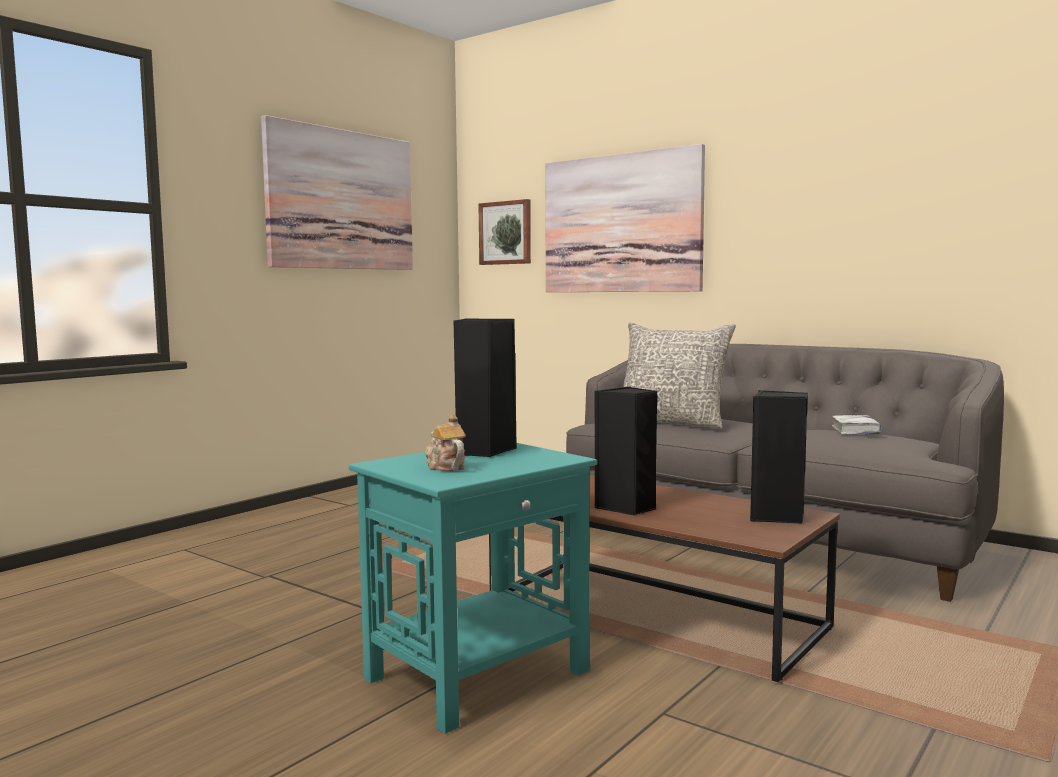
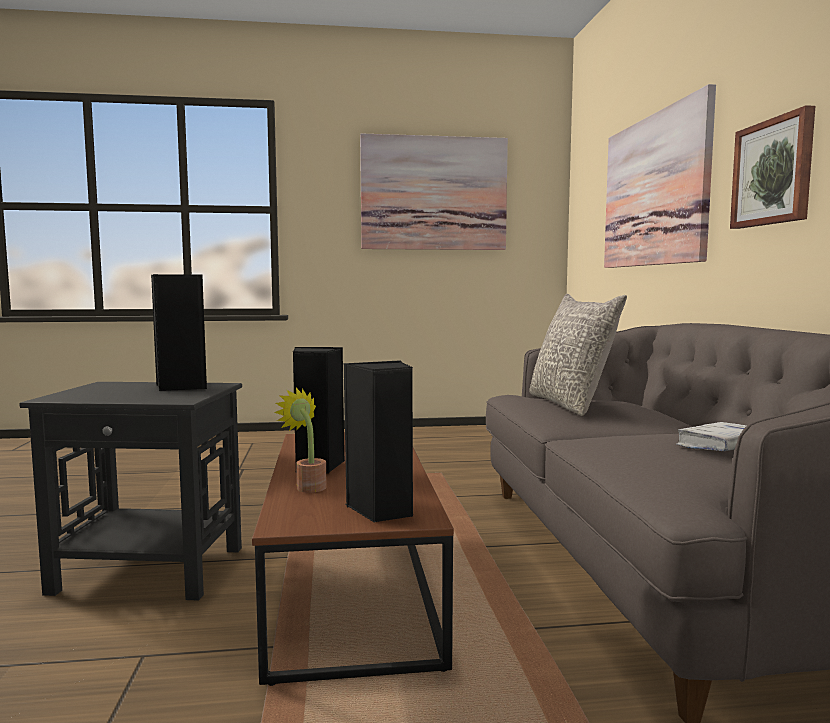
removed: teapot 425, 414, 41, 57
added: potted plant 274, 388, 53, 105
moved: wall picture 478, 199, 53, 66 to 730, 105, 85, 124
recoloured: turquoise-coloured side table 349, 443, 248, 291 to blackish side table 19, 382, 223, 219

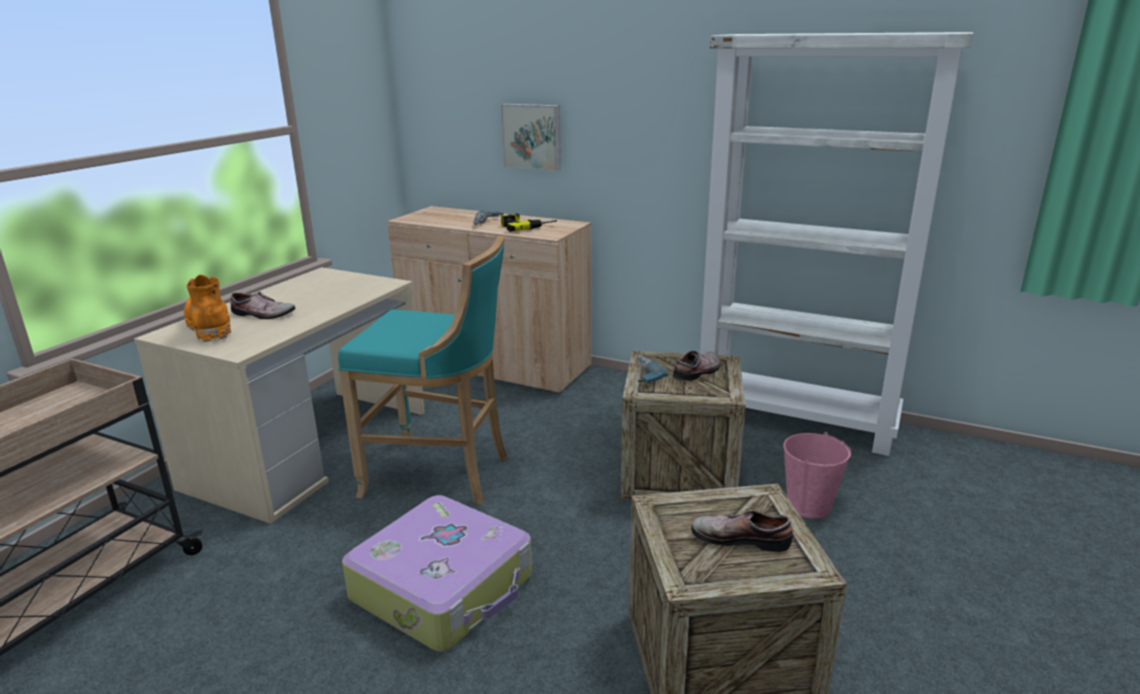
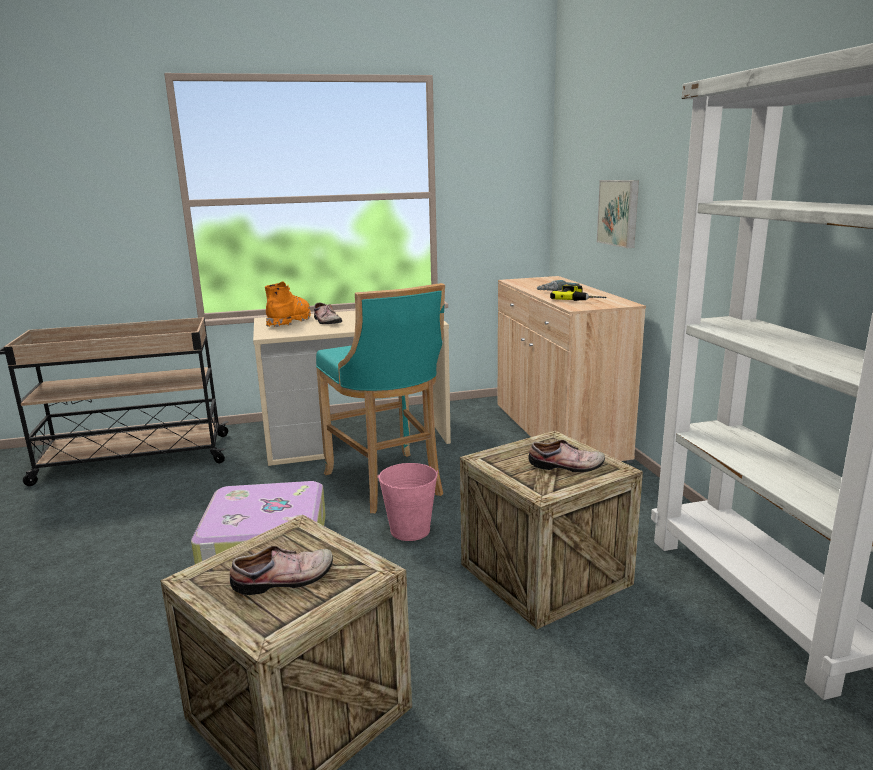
removed: drill 637, 355, 31, 29
moved: pink-coloured bucket 783, 432, 68, 87 to 378, 463, 60, 78
turned: low shoe 691, 510, 102, 42 = 230, 545, 103, 50 90 degrees clockwise

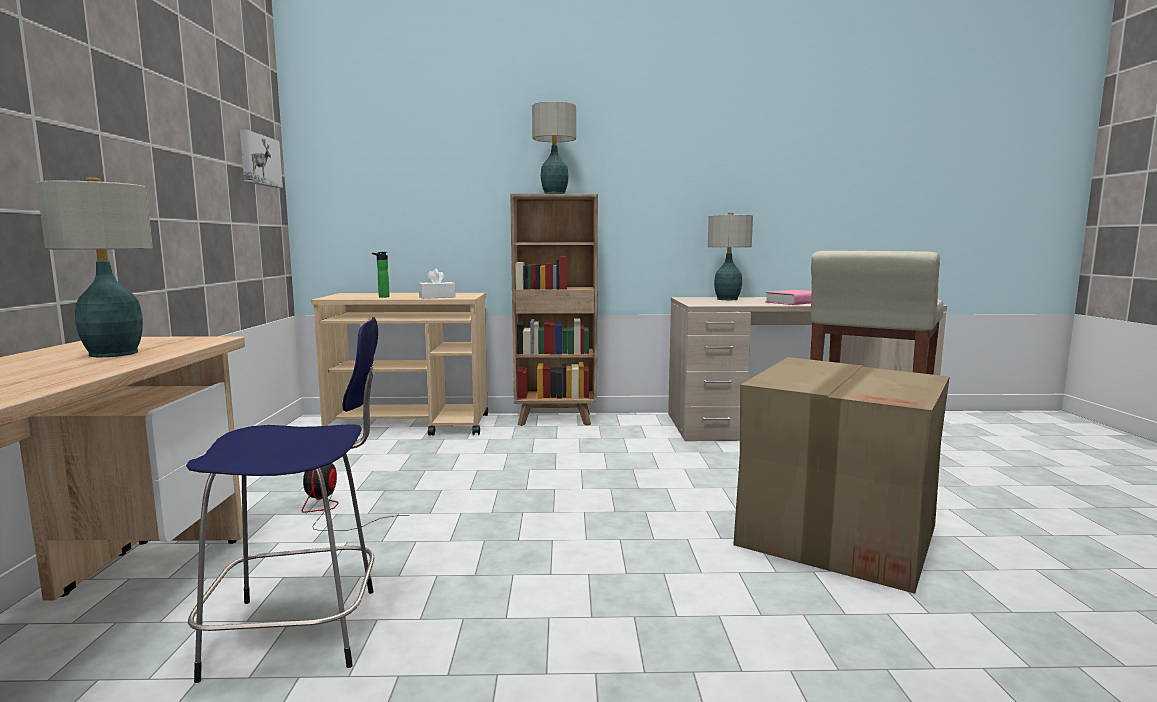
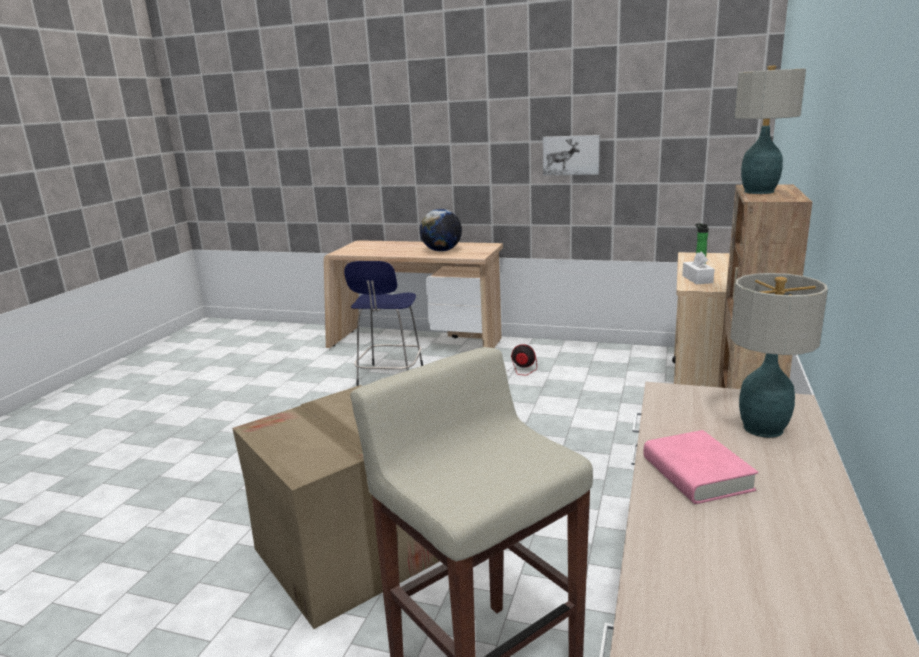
moved: wall picture 240, 130, 43, 58 to 543, 135, 57, 40
replaced: table lamp 36, 178, 117, 179 to globe 420, 209, 42, 43

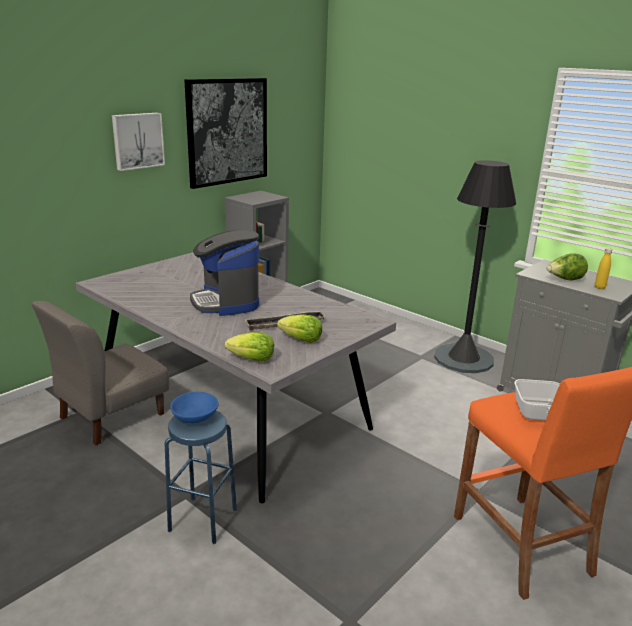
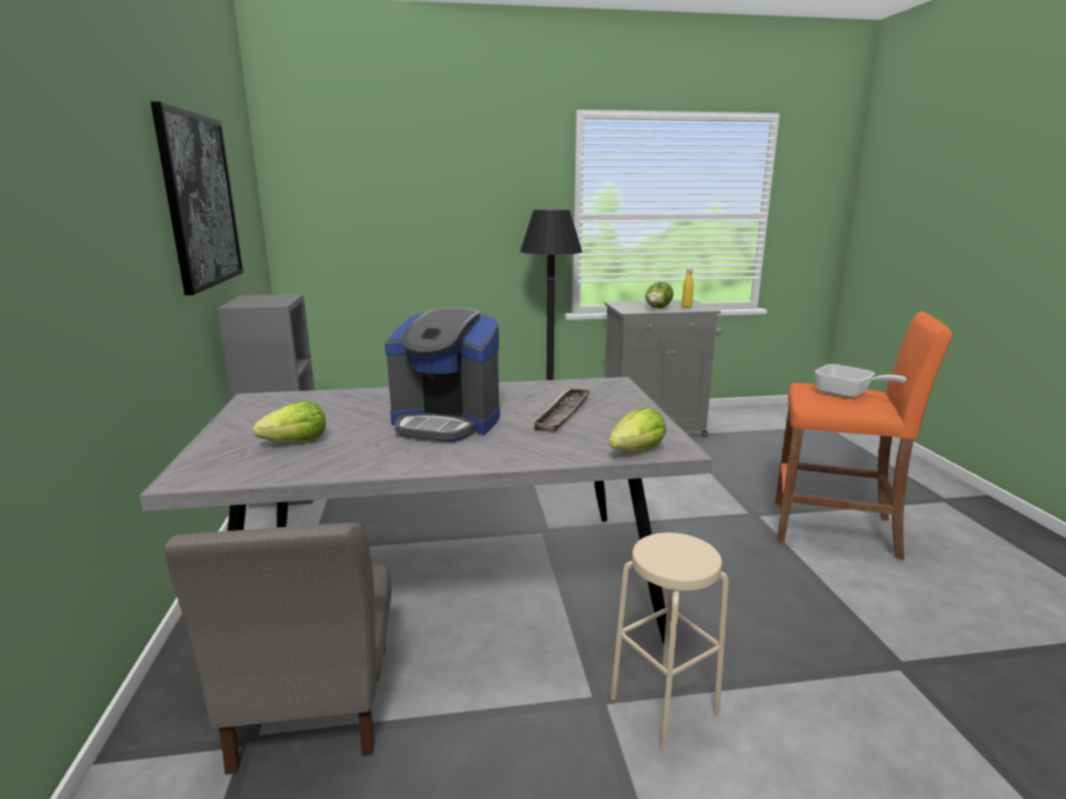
removed: wall picture 112, 113, 53, 58; blue deep dish 170, 392, 49, 31
moved: head of lettuce 277, 314, 45, 29 to 253, 401, 73, 41
recoloured: blue stool 165, 411, 72, 133 to beige-coloured stool 611, 533, 117, 217

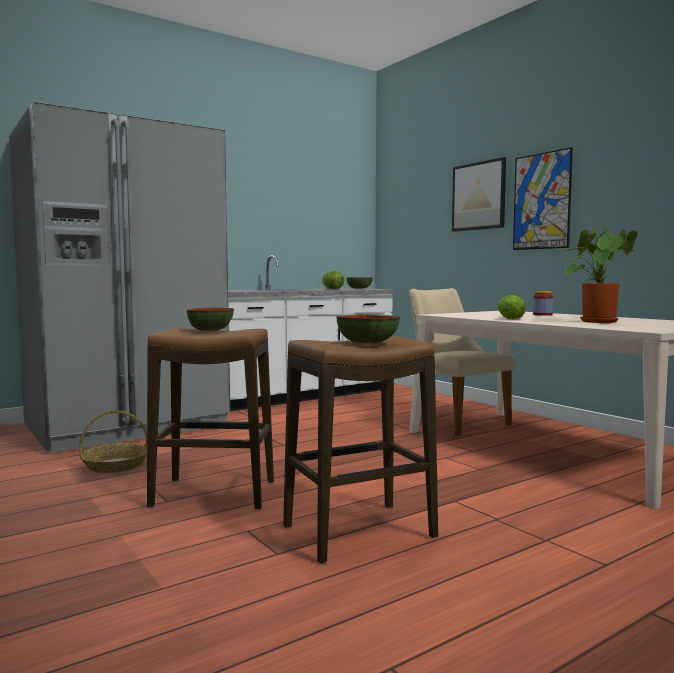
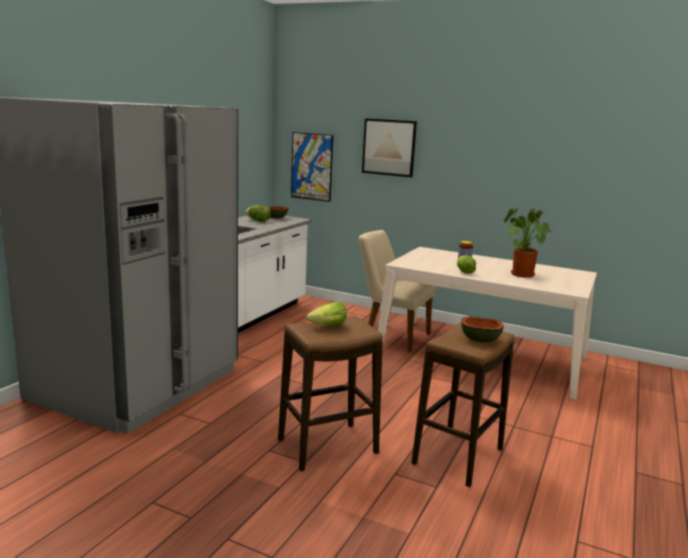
removed: storage basket 79, 410, 68, 63
moved: wall picture 513, 147, 60, 103 to 291, 132, 42, 70
replaced: deep dish 187, 308, 47, 23 to head of lettuce 306, 302, 41, 23

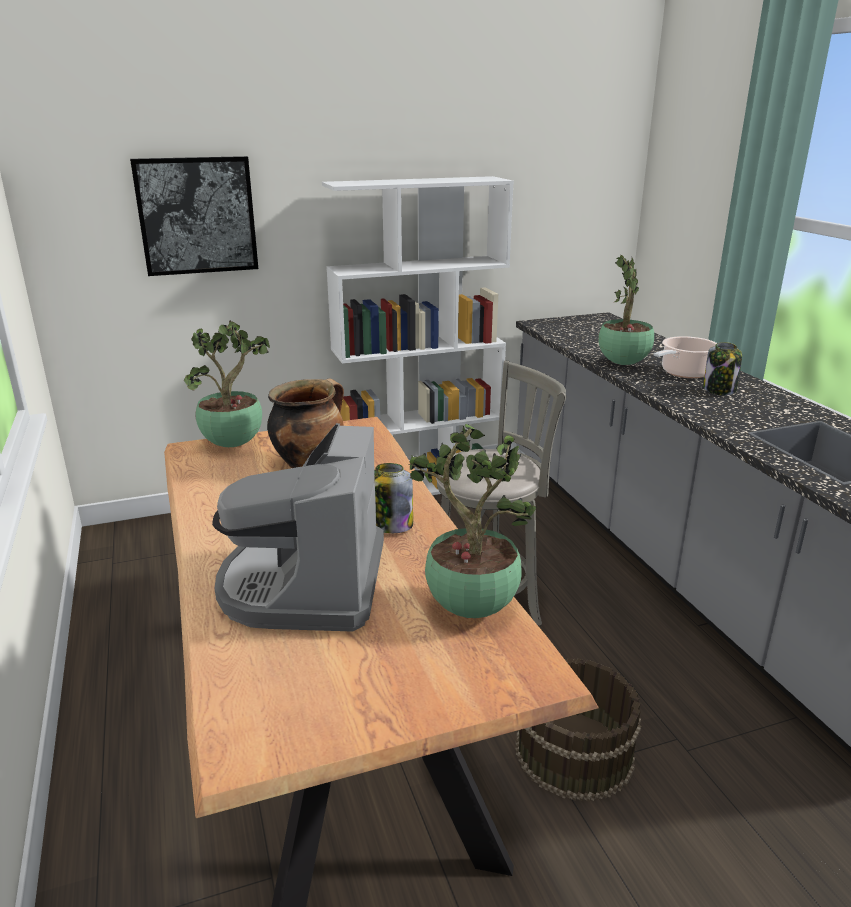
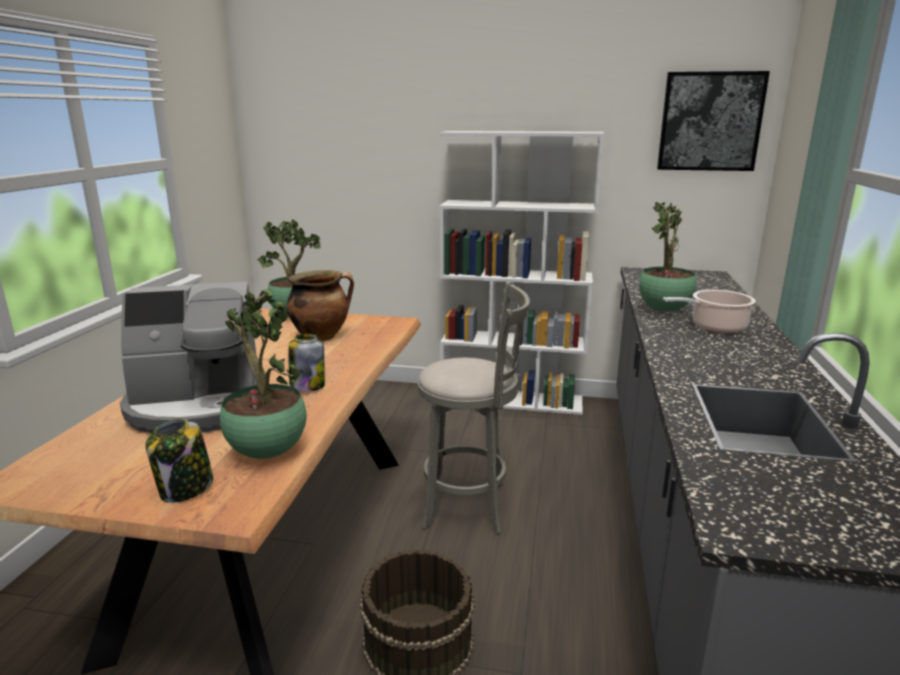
moved: wall picture 130, 156, 128, 120 to 657, 71, 113, 100; storage jar 703, 342, 39, 54 to 145, 418, 69, 85
turned: coffee maker 212, 423, 172, 209 = 120, 282, 137, 151 135 degrees counterclockwise

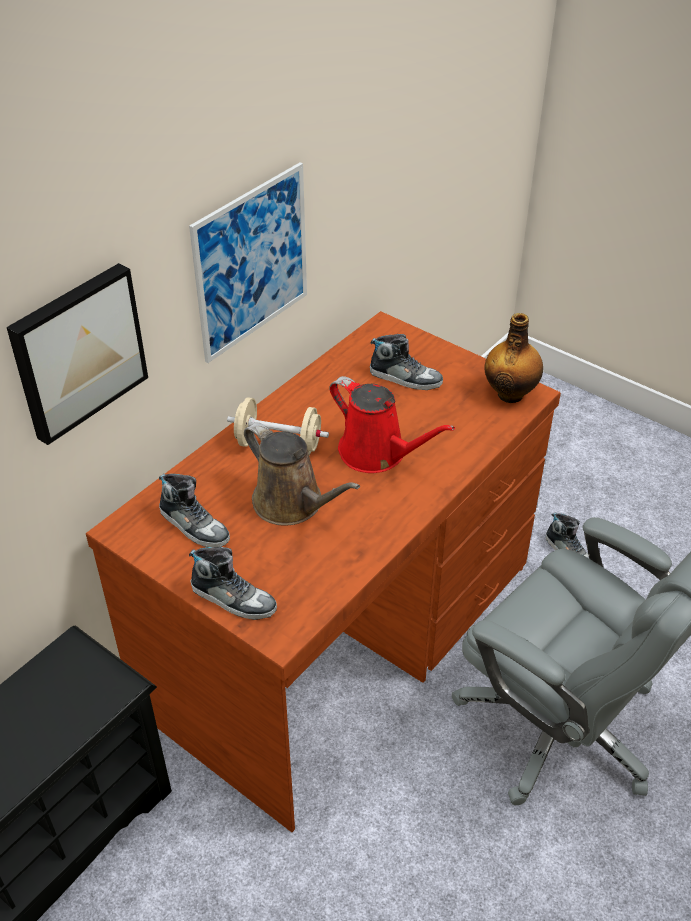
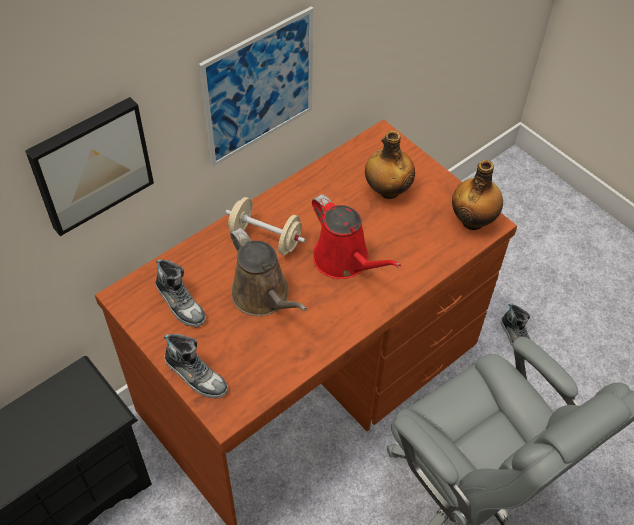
replaced: low shoe 370, 334, 73, 56 to bottle 365, 131, 50, 68

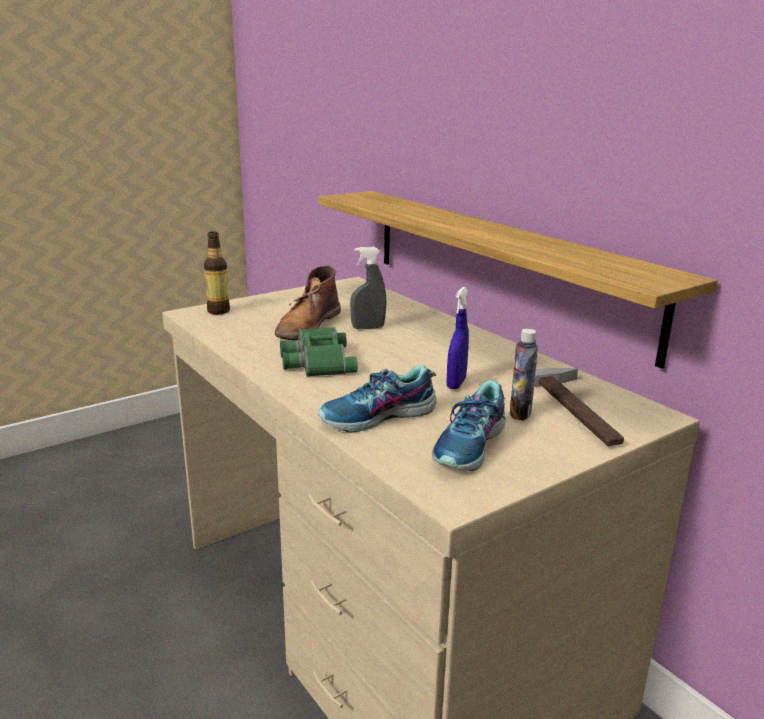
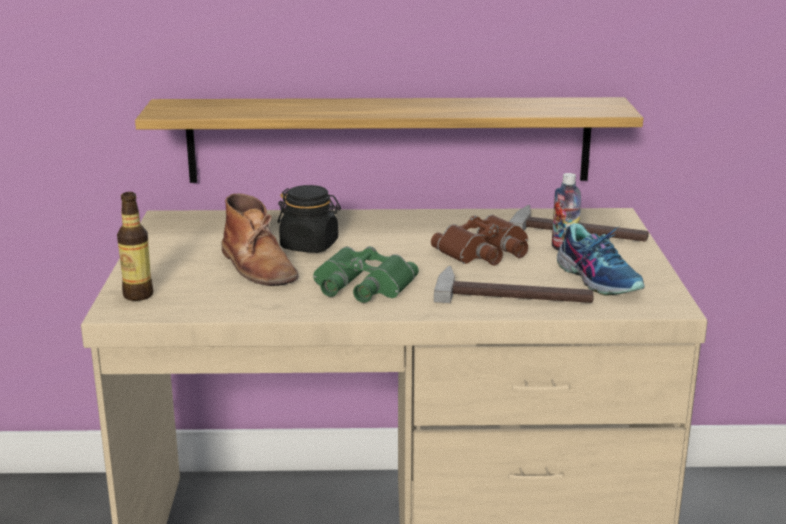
replaced: grey sprayer 350, 247, 37, 82 to blackish storage jar 277, 185, 64, 68; blue sprayer 447, 287, 22, 102 to brown-coloured field glasses 431, 215, 97, 50; low shoe 318, 365, 119, 68 to tool hammer 434, 266, 160, 37

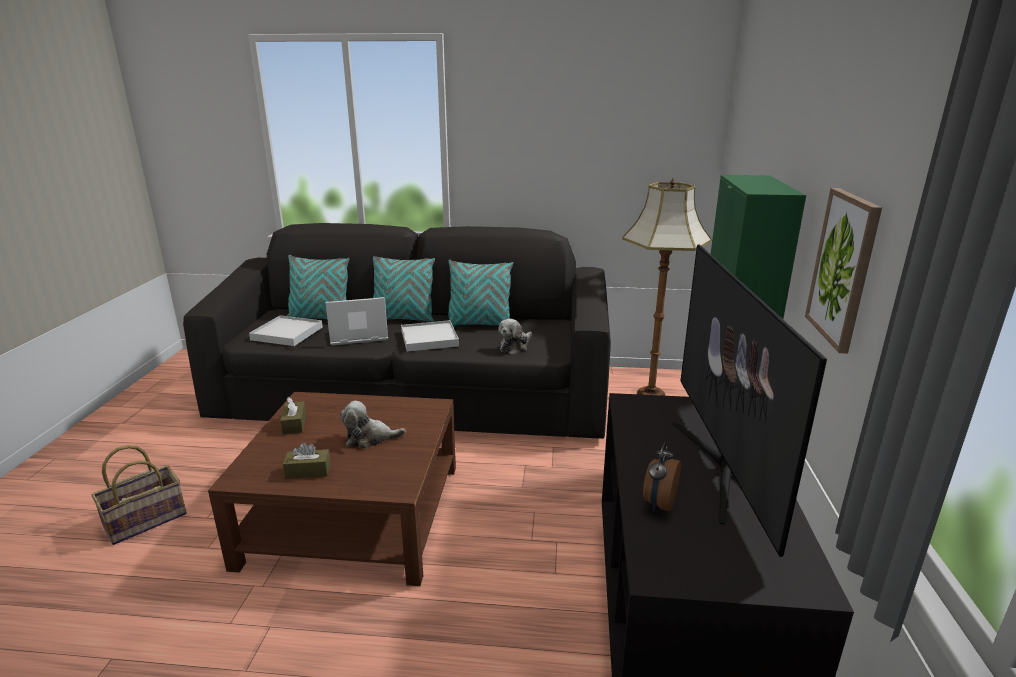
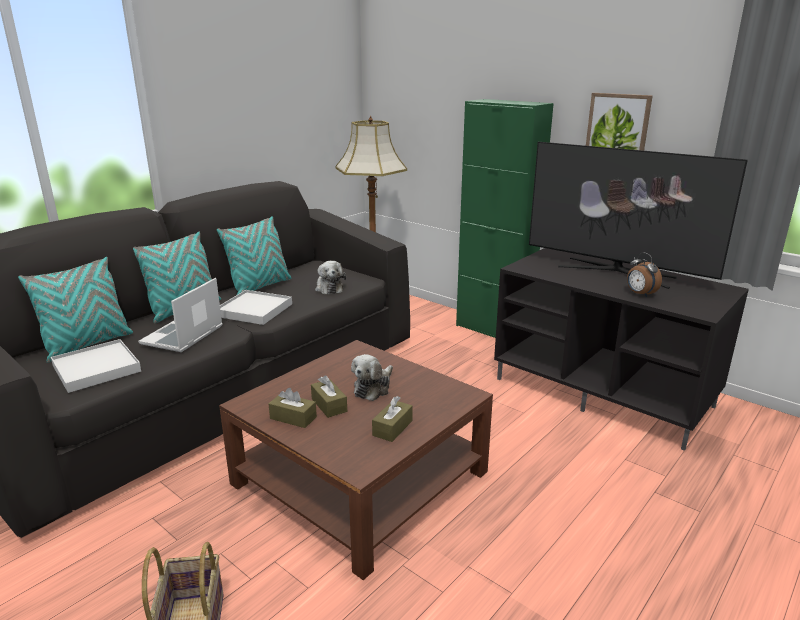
added: brown-coloured tissue holder 311, 375, 36, 43

